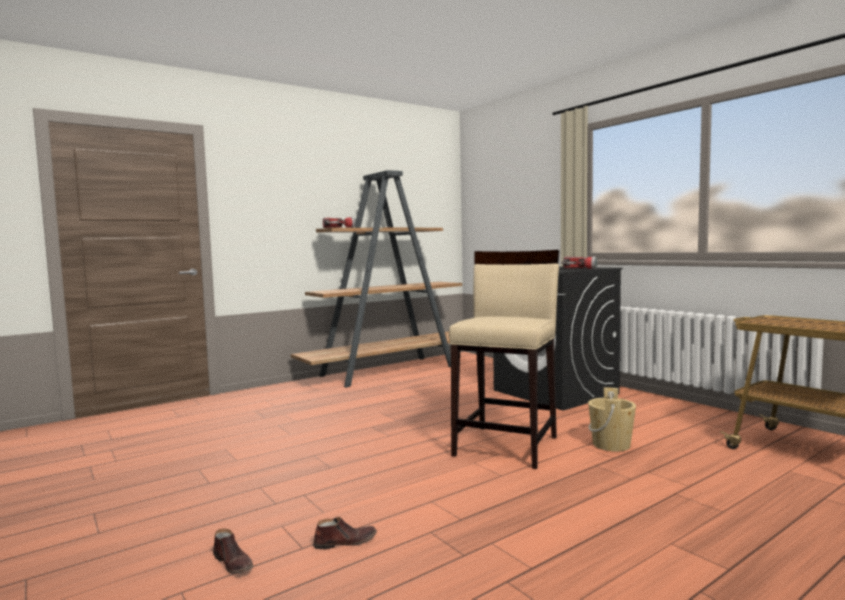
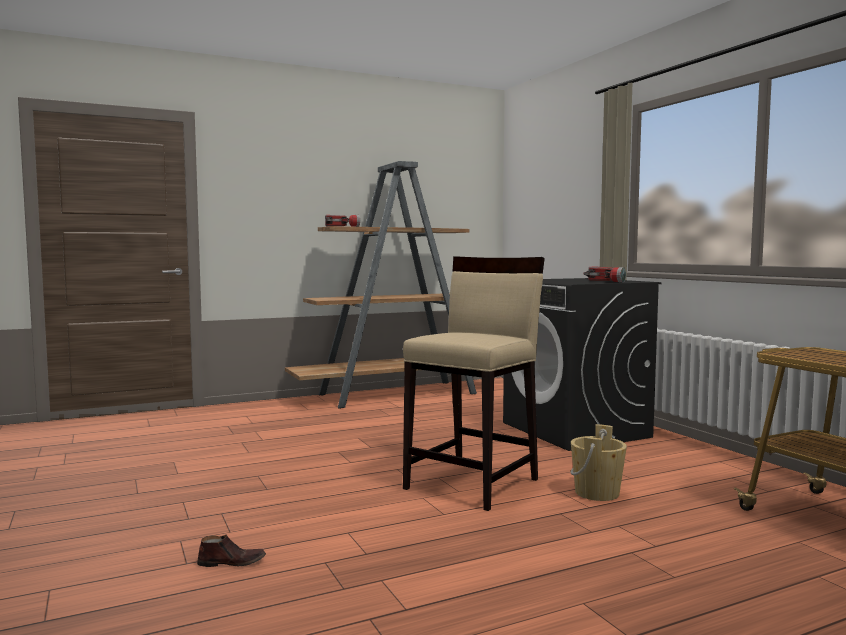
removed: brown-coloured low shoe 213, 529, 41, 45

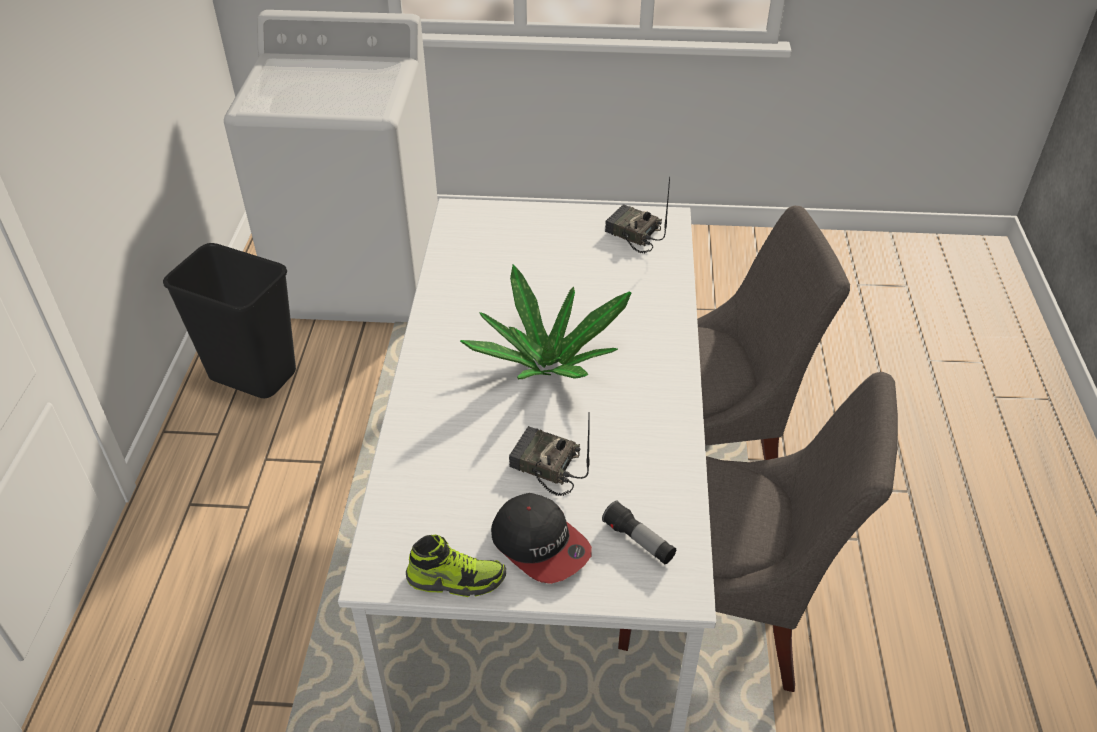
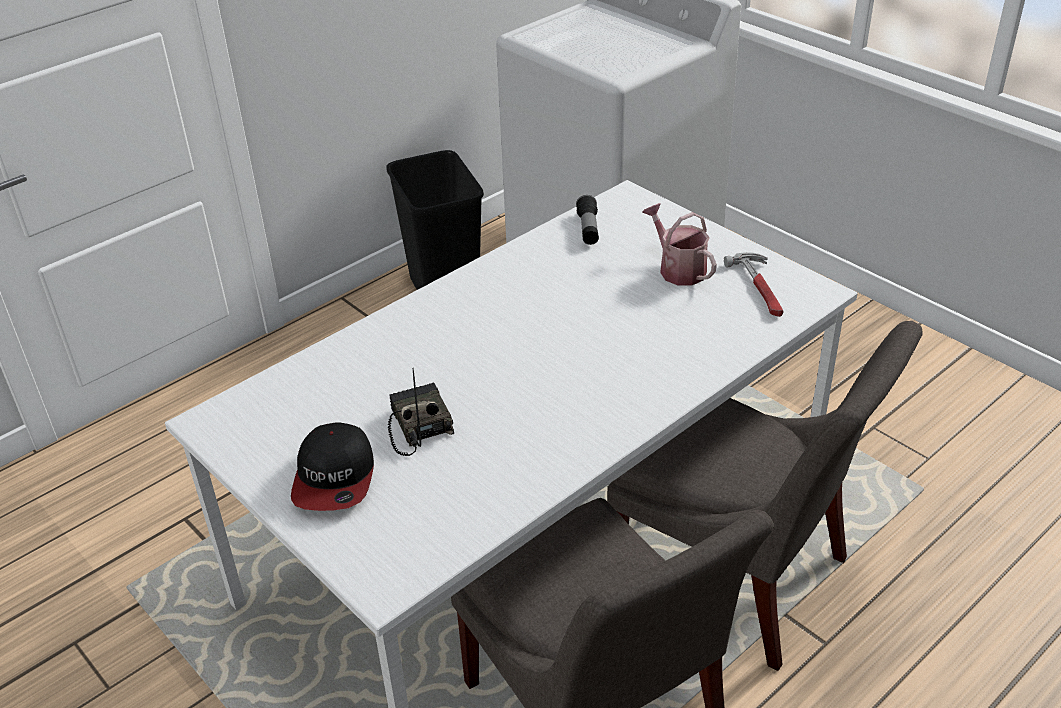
removed: potted plant 460, 264, 171, 115; low shoe 406, 535, 100, 62
added: watering can 642, 203, 75, 82
moved: flashlight 602, 501, 74, 63 to 576, 195, 23, 50
replaced: radio receiver 605, 177, 65, 76 to tool hammer 724, 252, 59, 65

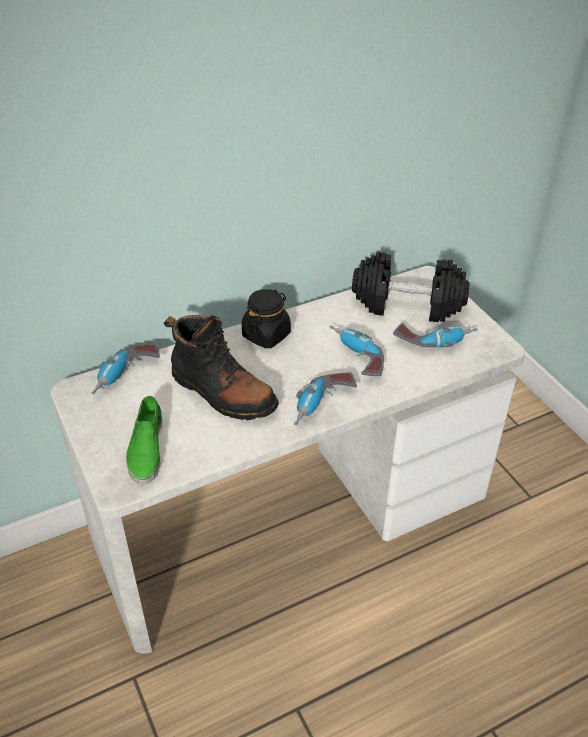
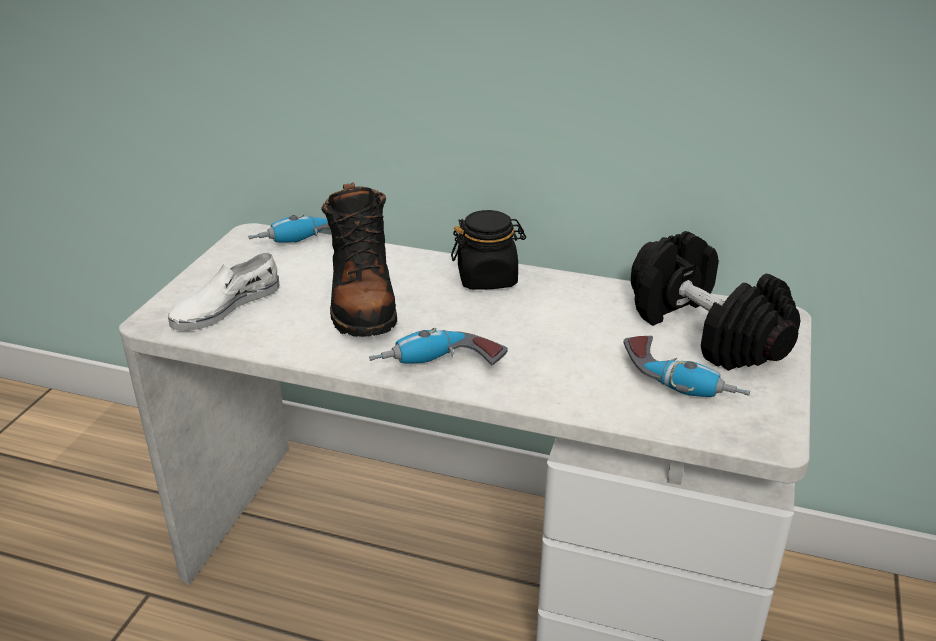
removed: drill 329, 325, 55, 51
recoloured: green low shoe 126, 396, 37, 89 to white-coloured low shoe 168, 253, 112, 78

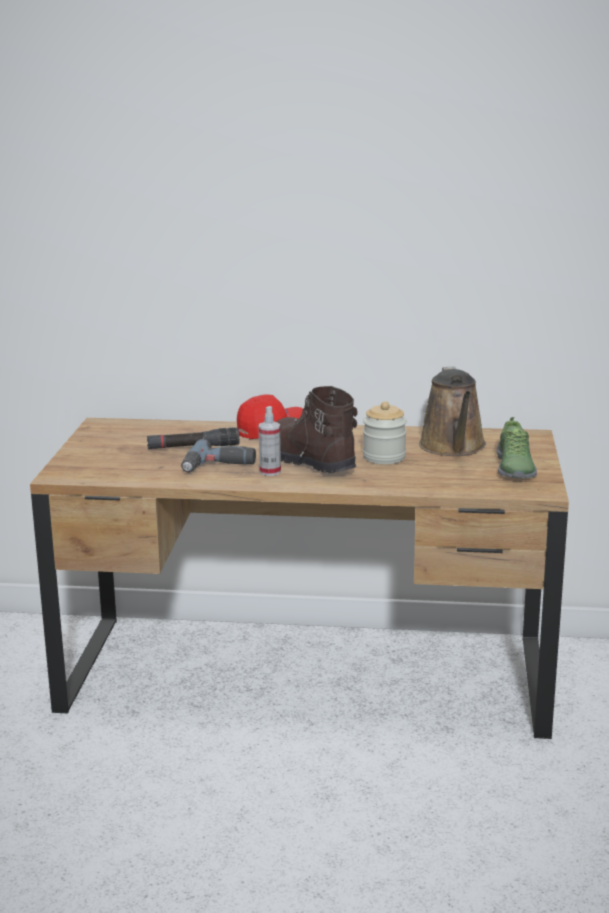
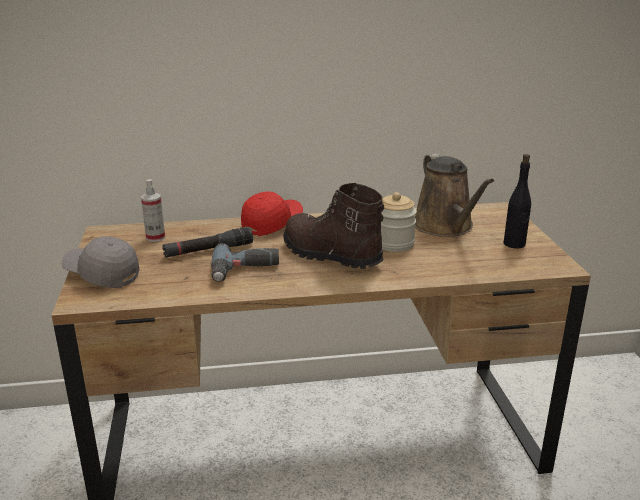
added: grey peaked cap 62, 236, 77, 52
moved: sprayer 259, 406, 22, 70 to 141, 179, 24, 63
replaced: low shoe 496, 417, 41, 62 to blackish bottle 504, 154, 27, 94

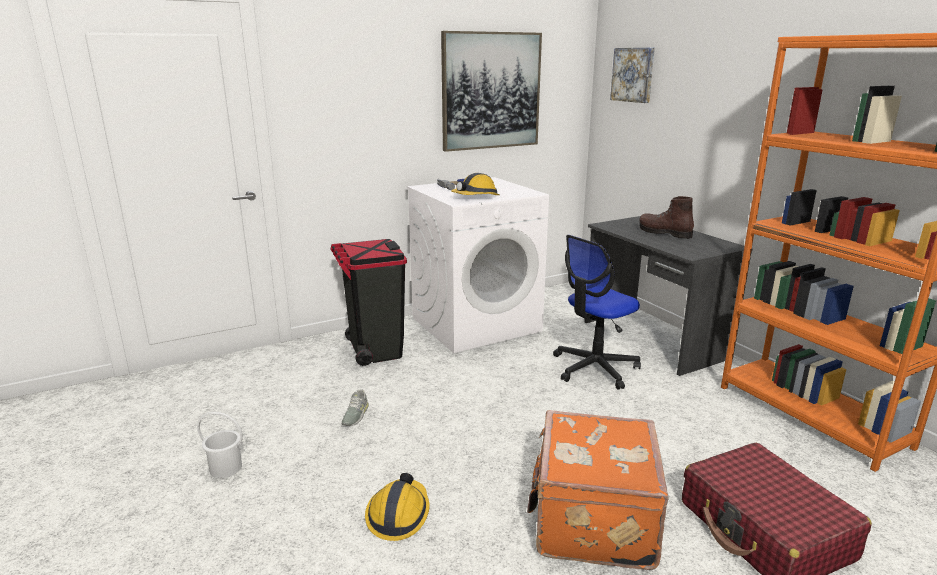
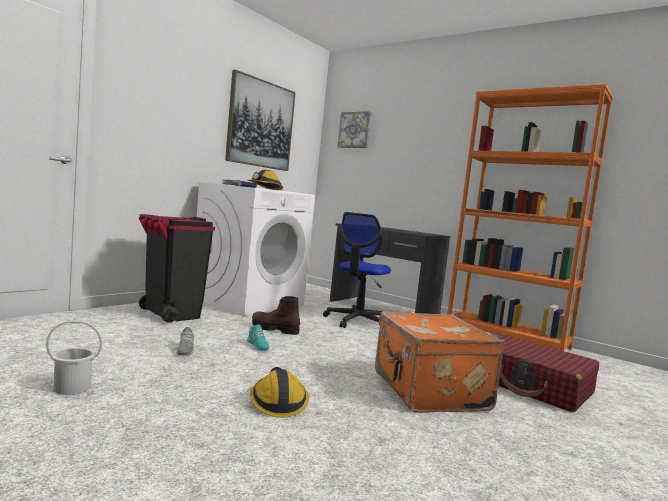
added: turquoise-coloured low shoe 247, 324, 22, 27
moved: brown-coloured boot 639, 196, 55, 43 to 252, 296, 48, 39

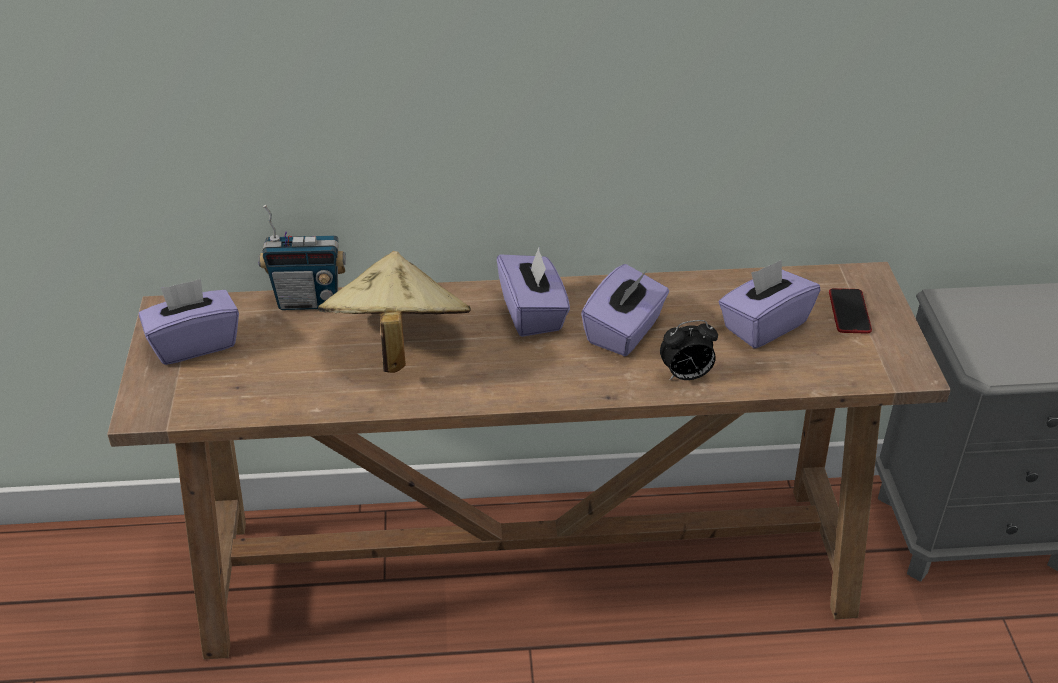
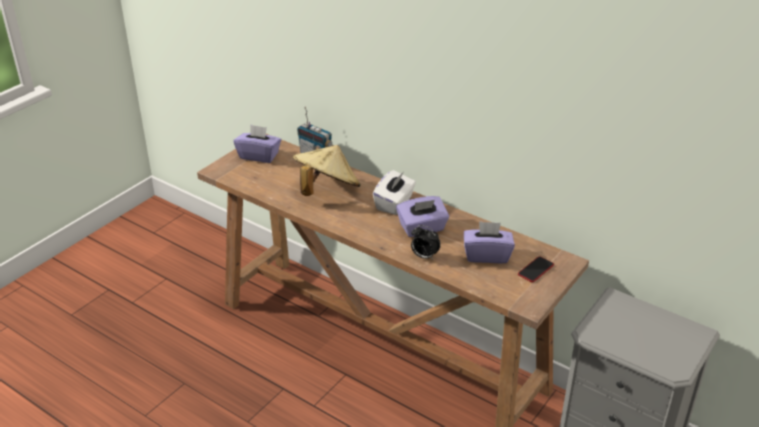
recoloured: purple-coloured tissue holder 497, 248, 73, 89 to white-coloured tissue holder 373, 170, 43, 45

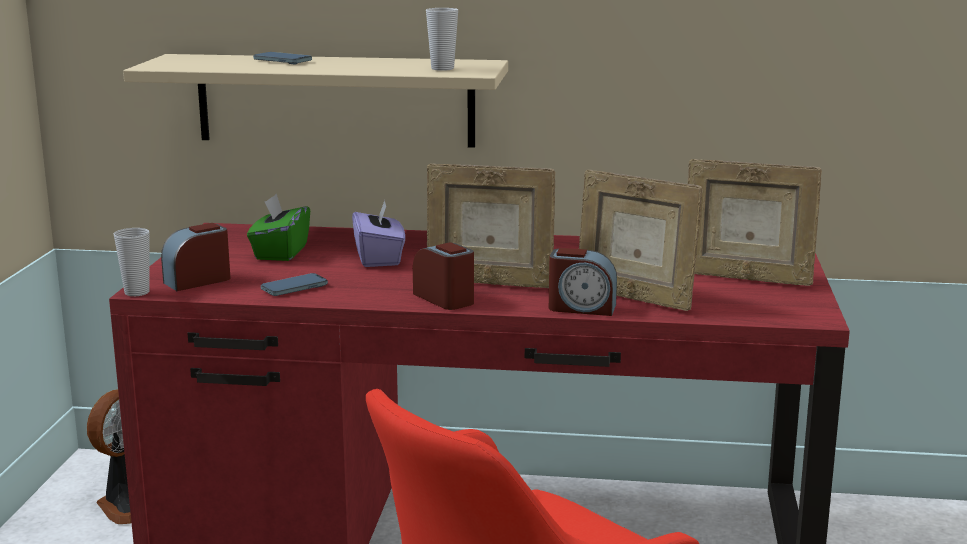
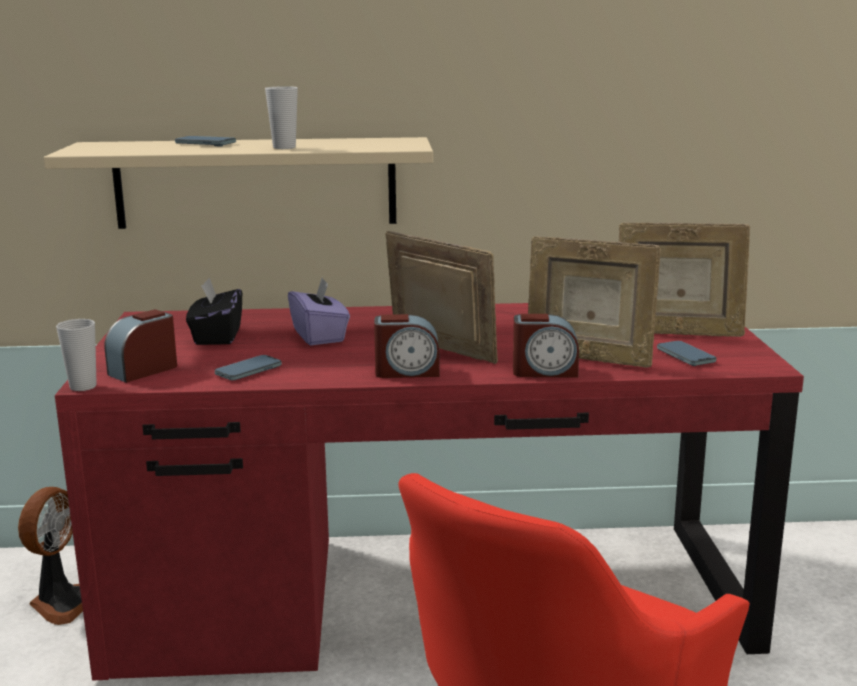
added: handset 657, 341, 59, 25
moved: cup 426, 8, 32, 63 to 265, 86, 33, 63
recoloured: green tissue holder 247, 194, 63, 67 to blackish tissue holder 186, 278, 56, 67
turned: photo frame 427, 163, 129, 125 = 385, 231, 113, 133 150 degrees counterclockwise; alarm clock 413, 242, 61, 68 = 374, 314, 65, 64 135 degrees clockwise

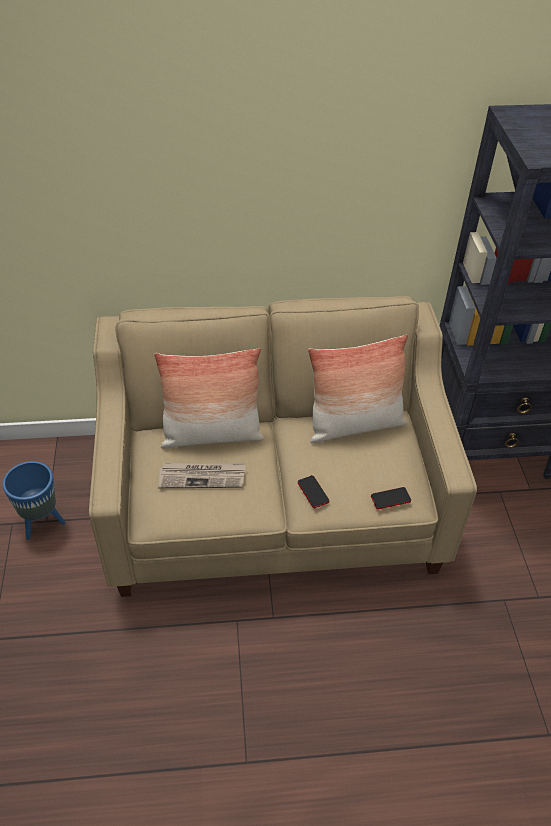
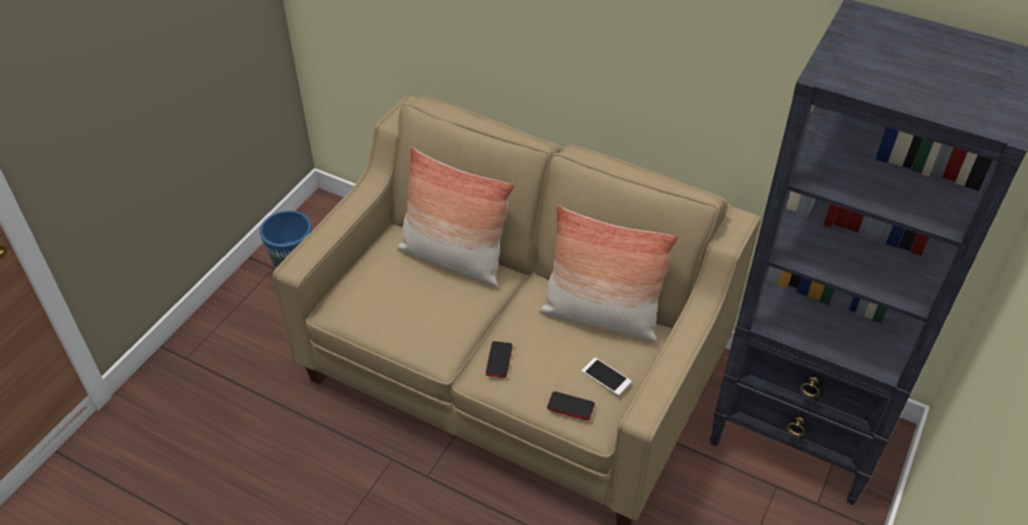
removed: daily paper 158, 463, 88, 25
added: handset 582, 358, 50, 38

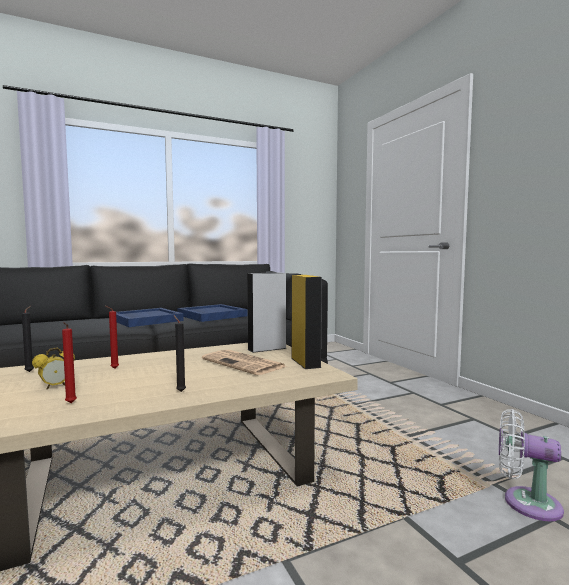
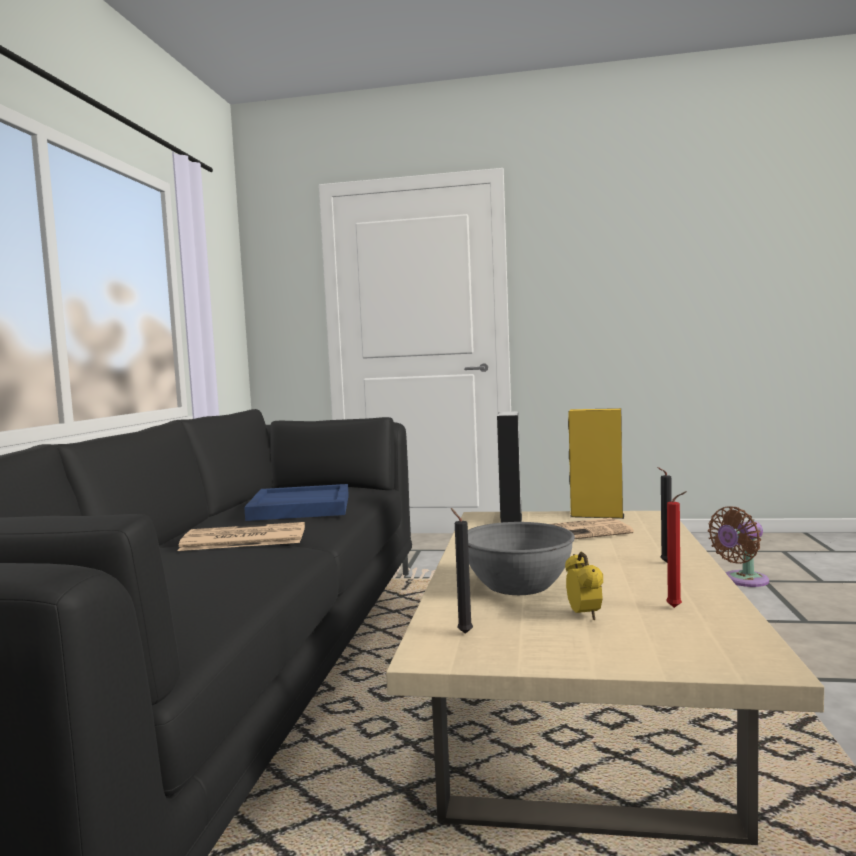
replaced: red wax light 106, 306, 13, 63 to grey deep dish 468, 522, 107, 73; blue carrying tray 116, 308, 67, 19 to daily paper 178, 522, 127, 29
recoloured: white-coloured electric fan 499, 409, 65, 112 to brown-coloured electric fan 708, 506, 61, 81

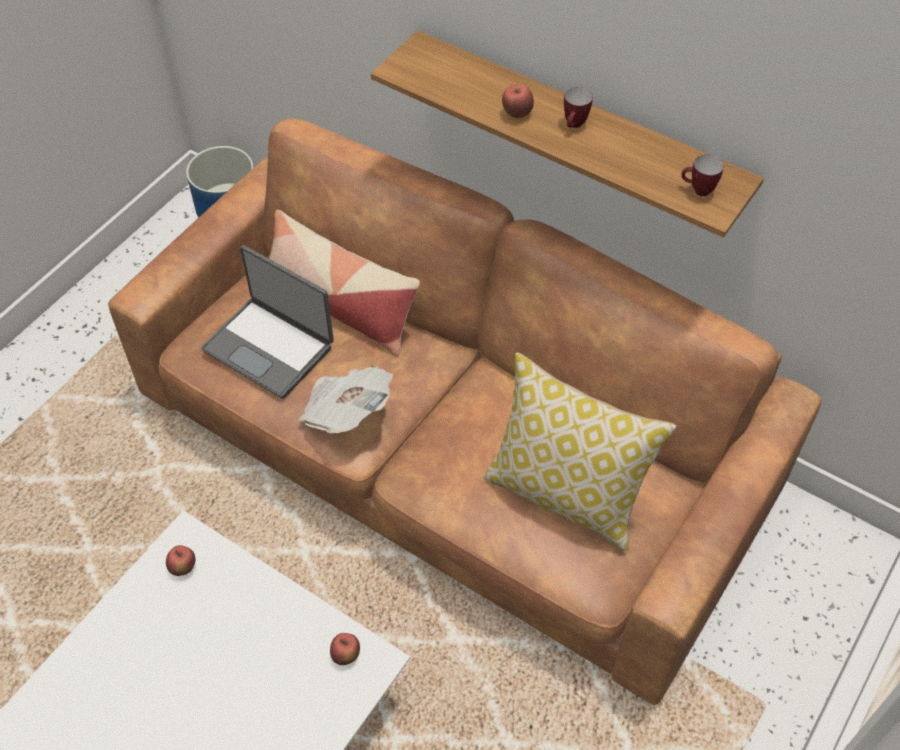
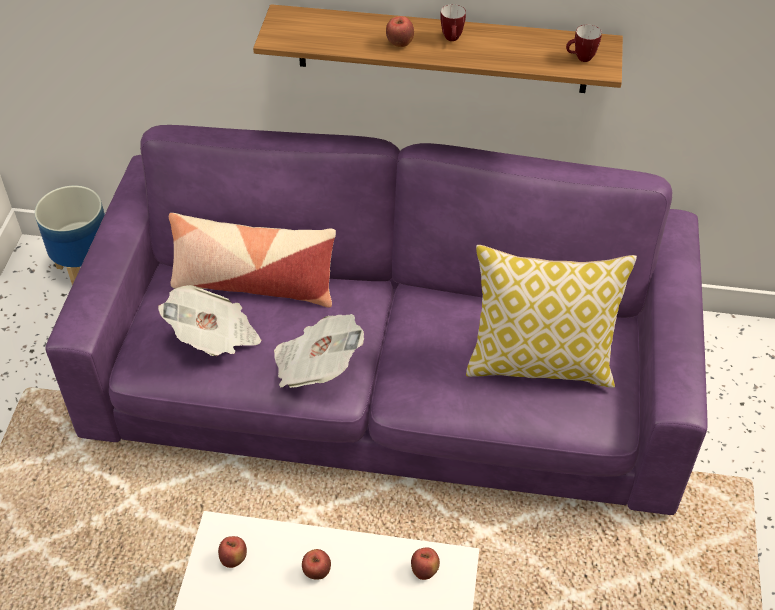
added: apple fruit 302, 549, 29, 31
replaced: portable computer 201, 245, 133, 154 to daily paper 158, 285, 103, 71
recoloured: brown-coloured settee 108, 118, 714, 587 to purple-coloured settee 45, 125, 663, 390

